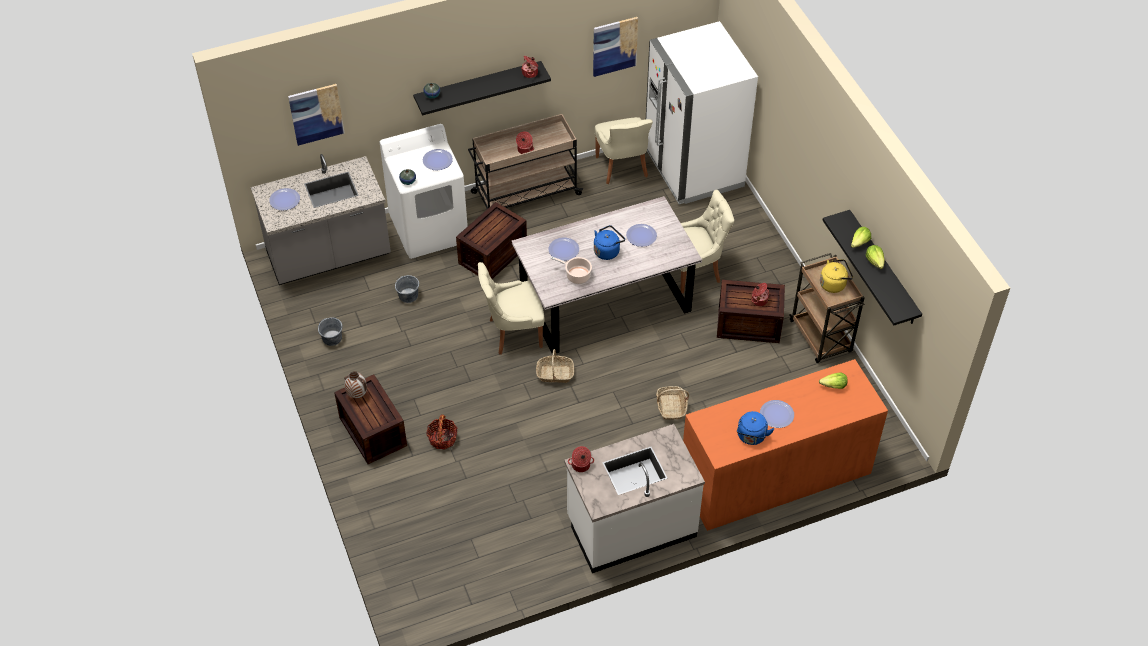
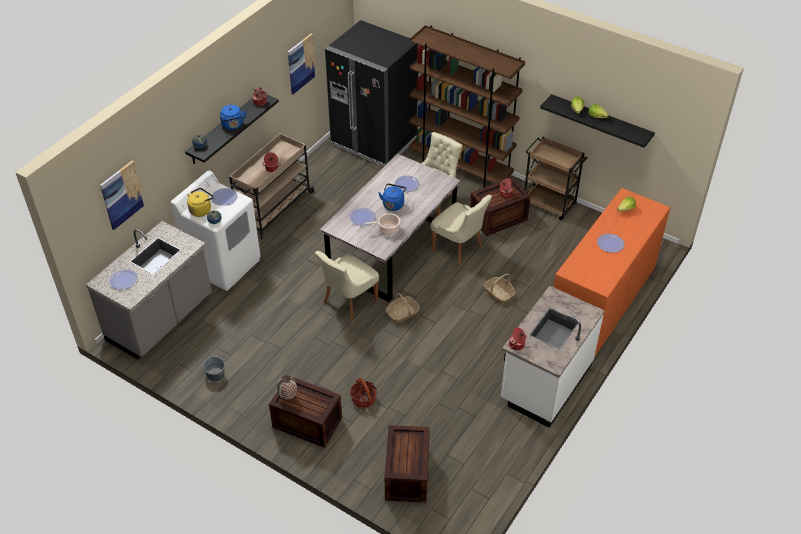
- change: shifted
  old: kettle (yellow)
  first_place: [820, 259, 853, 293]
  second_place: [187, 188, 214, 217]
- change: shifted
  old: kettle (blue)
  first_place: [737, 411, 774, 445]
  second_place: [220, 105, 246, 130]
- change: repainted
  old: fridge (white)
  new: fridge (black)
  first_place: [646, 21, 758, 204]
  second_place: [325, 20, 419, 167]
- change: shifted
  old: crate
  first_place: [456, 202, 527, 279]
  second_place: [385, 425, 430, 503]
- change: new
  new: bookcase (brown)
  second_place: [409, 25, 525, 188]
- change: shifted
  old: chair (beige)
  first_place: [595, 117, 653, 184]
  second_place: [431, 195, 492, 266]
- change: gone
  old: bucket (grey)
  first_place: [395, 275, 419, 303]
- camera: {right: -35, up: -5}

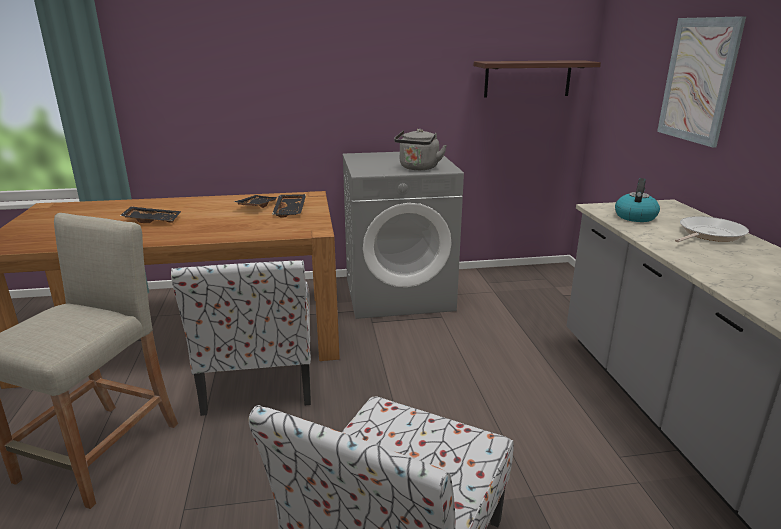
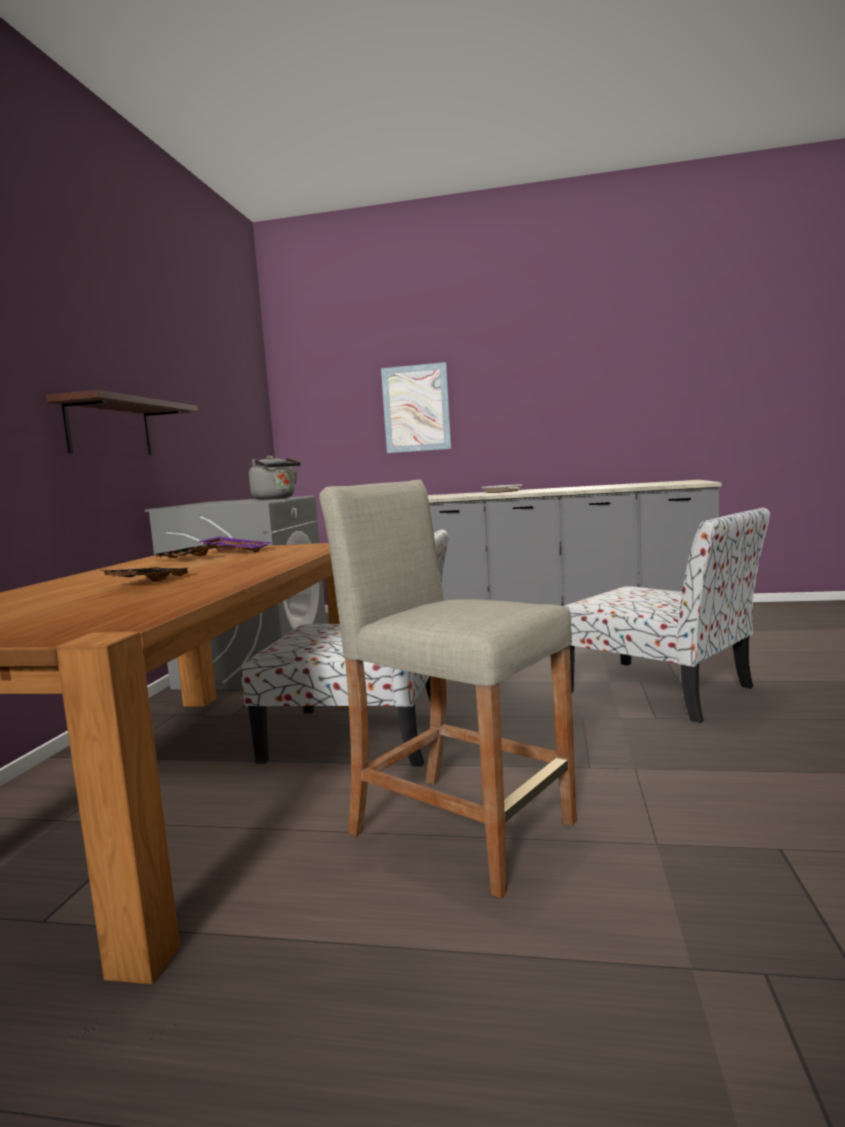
- change: shifted
  old: shelf
  first_place: [474, 60, 601, 98]
  second_place: [46, 390, 198, 455]
- change: repainted
  old: tray (black)
  new: tray (purple)
  first_place: [272, 194, 306, 217]
  second_place: [197, 537, 273, 553]
- change: gone
  old: kettle
  first_place: [615, 178, 660, 222]
- camera: {right: -70, up: -15}

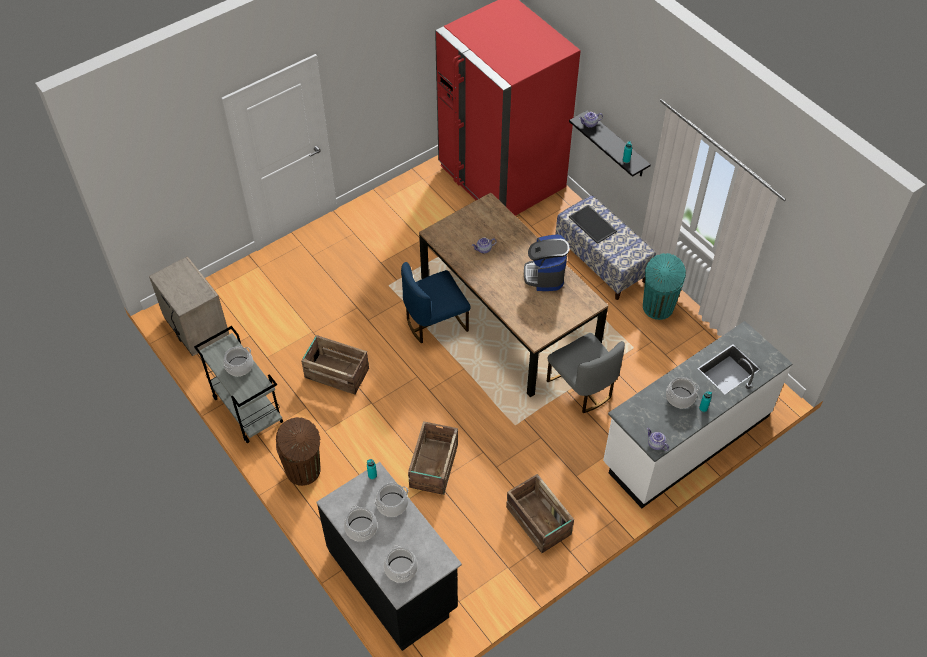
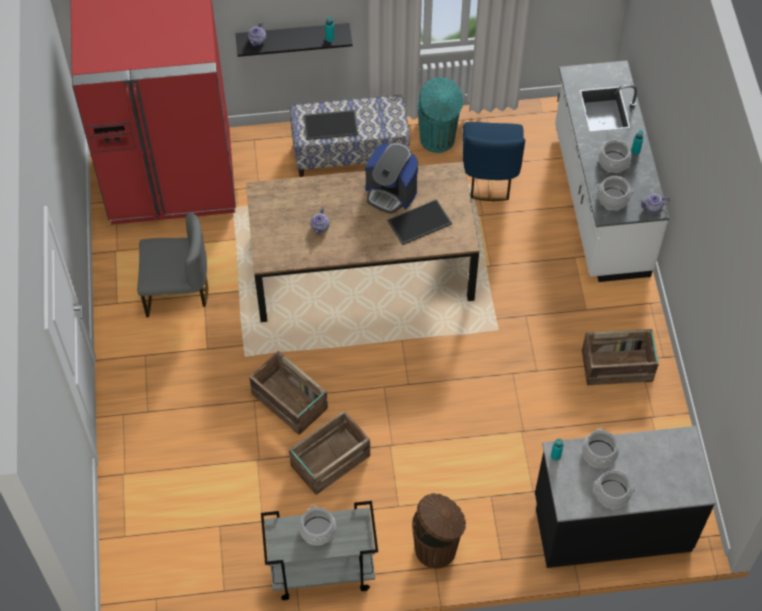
- change: shifted
  old: chair (grey)
  first_place: [547, 333, 625, 413]
  second_place: [137, 212, 208, 317]
- change: shifted
  old: crate
  first_place: [408, 421, 458, 495]
  second_place: [249, 351, 328, 435]
- change: new
  new: tray
  second_place: [387, 199, 452, 245]
- change: shifted
  old: chair (blue)
  first_place: [401, 262, 470, 343]
  second_place: [463, 122, 525, 201]
- change: shifted
  old: cooking pot
  first_place: [384, 545, 418, 583]
  second_place: [597, 176, 634, 210]
- change: gone
  old: nightstand (beige)
  first_place: [149, 256, 229, 356]
- camera: {right: -60, up: 5}

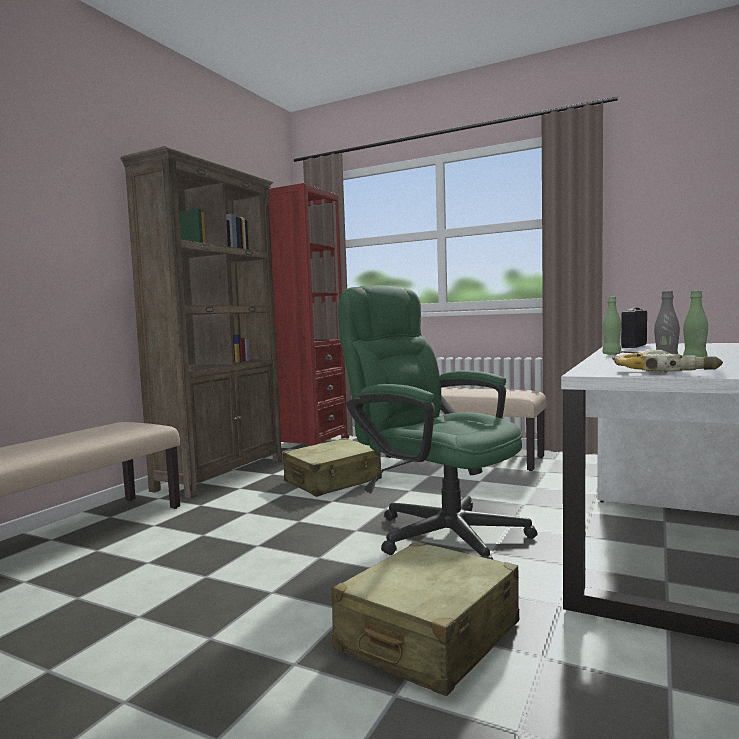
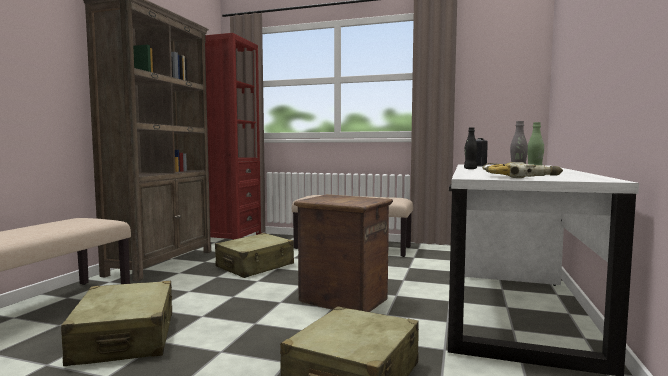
- change: new
  new: suitcase (beige)
  second_place: [61, 281, 172, 366]
- change: swapped
  old: office chair (green)
  new: crate
  first_place: [338, 285, 537, 560]
  second_place: [294, 194, 393, 312]
- change: repainted
  old: bottle (green)
  new: bottle (black)
  first_place: [602, 297, 621, 355]
  second_place: [464, 127, 478, 169]
- camera: {right: -10, up: 0}

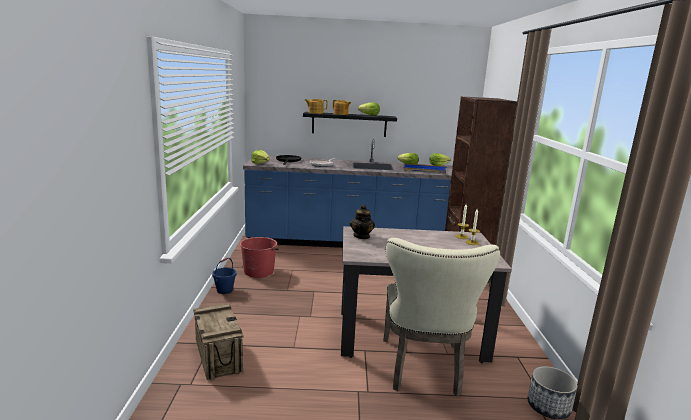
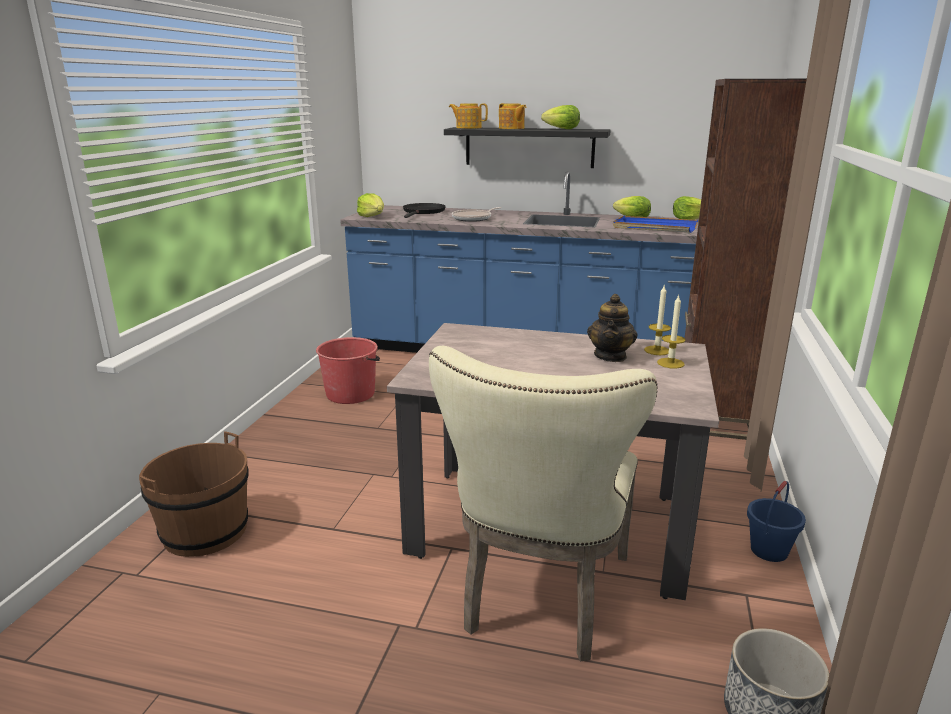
- change: swapped
  old: crate
  new: bucket (brown)
  first_place: [193, 303, 243, 380]
  second_place: [139, 431, 249, 557]
- change: shifted
  old: teapot
  first_place: [350, 204, 375, 239]
  second_place: [587, 294, 638, 362]
- change: shifted
  old: bucket (blue)
  first_place: [212, 258, 237, 294]
  second_place: [747, 481, 806, 562]
- camera: {right: 15, up: 5}

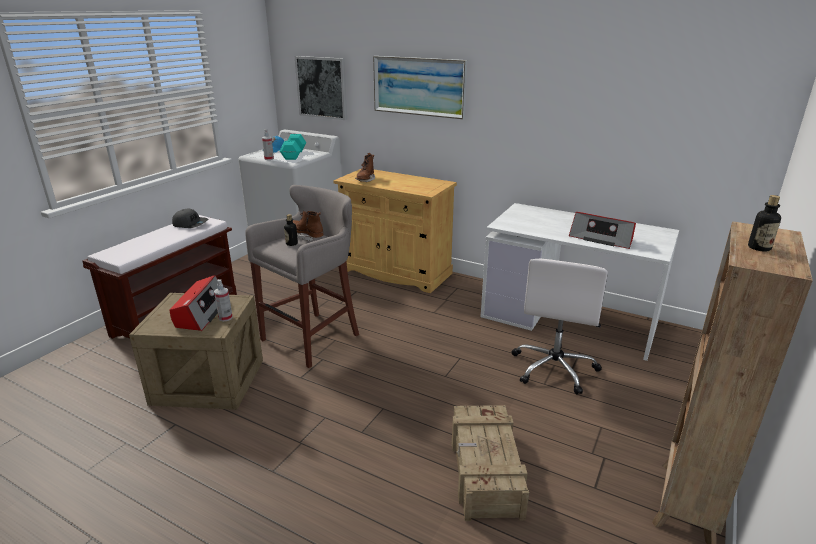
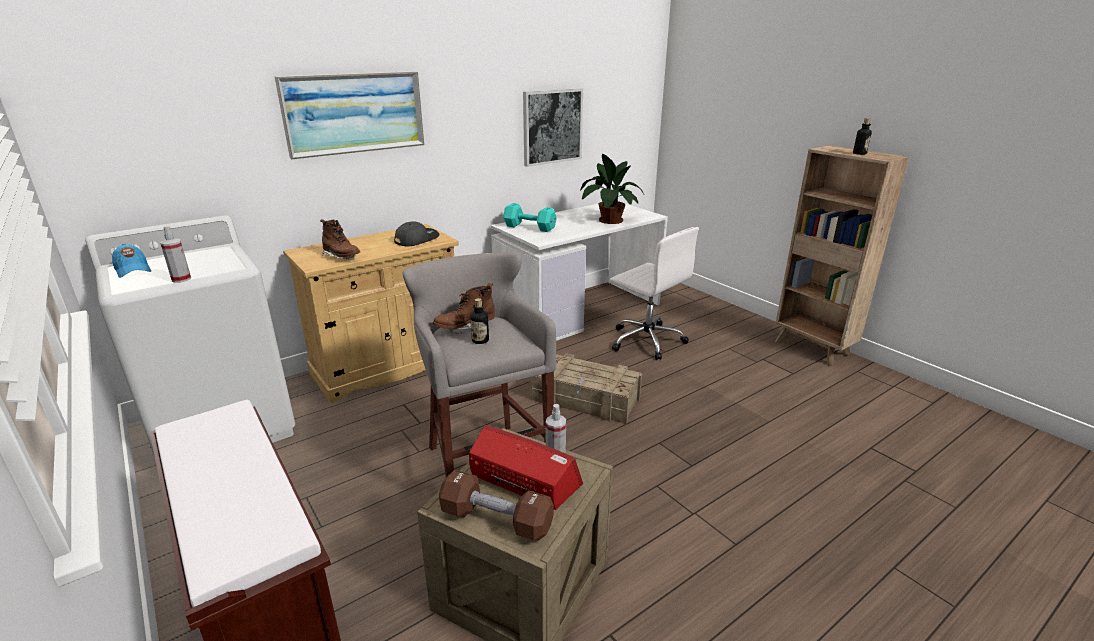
- change: shifted
  old: cap (grey)
  first_place: [172, 208, 208, 228]
  second_place: [394, 221, 440, 246]
- change: new
  new: dumbbell (brown)
  second_place: [439, 470, 554, 540]
- change: shifted
  old: dumbbell (turquoise)
  first_place: [280, 134, 306, 160]
  second_place: [503, 203, 557, 232]
- change: shifted
  old: picture
  first_place: [295, 56, 347, 120]
  second_place: [523, 88, 583, 167]
- change: shifted
  old: crate
  first_place: [452, 405, 529, 521]
  second_place: [530, 353, 642, 424]
- change: swapped
  old: radio
  new: potted plant
  first_place: [569, 212, 636, 249]
  second_place: [581, 154, 644, 224]
- camera: {right: -65, up: 0}

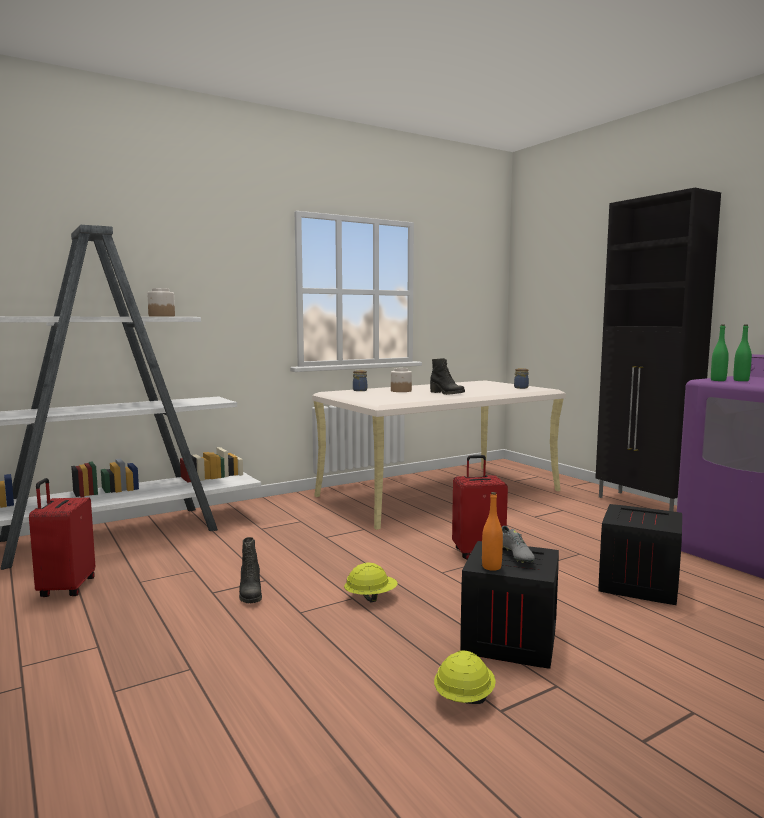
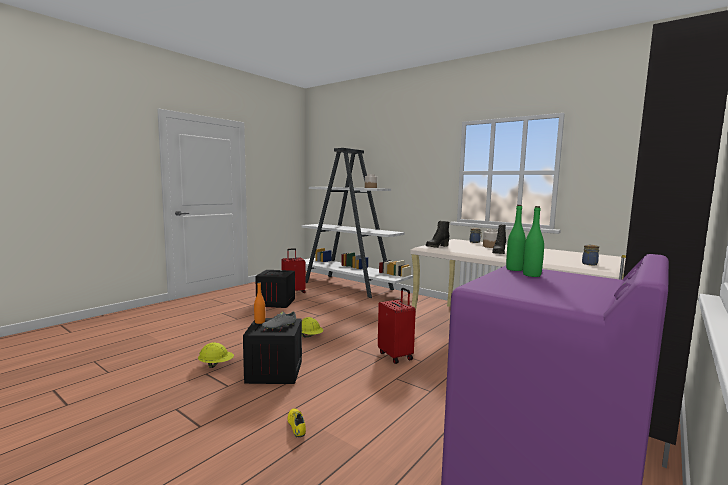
- change: shifted
  old: crate
  first_place: [598, 504, 682, 605]
  second_place: [256, 270, 295, 308]
- change: new
  new: shoe (yellow)
  second_place: [287, 408, 306, 438]
- change: shifted
  old: boot (black)
  first_place: [239, 537, 262, 604]
  second_place: [426, 221, 449, 248]
- camera: {right: 70, up: 0}

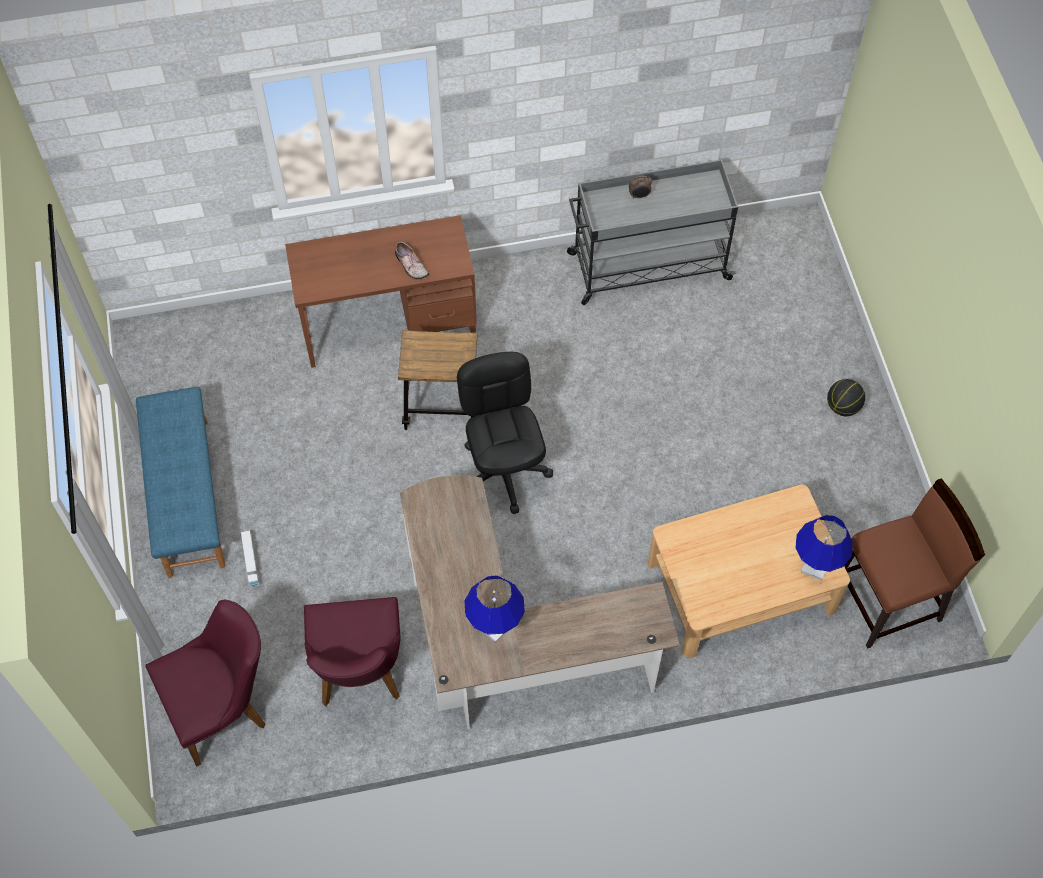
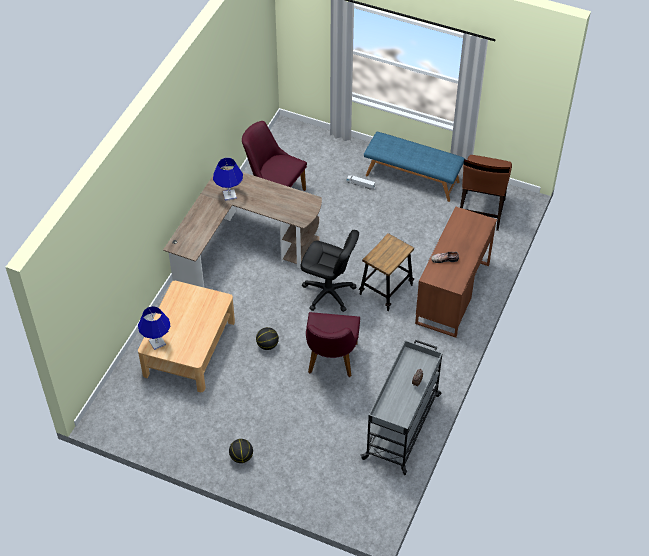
- change: new
  new: basketball
  second_place: [256, 327, 279, 350]
- change: shifted
  old: chair (purple)
  first_place: [145, 600, 265, 767]
  second_place: [306, 312, 360, 377]
- change: shifted
  old: chair (brown)
  first_place: [845, 478, 985, 649]
  second_place: [460, 155, 512, 231]
- camera: {right: 125, up: -10}

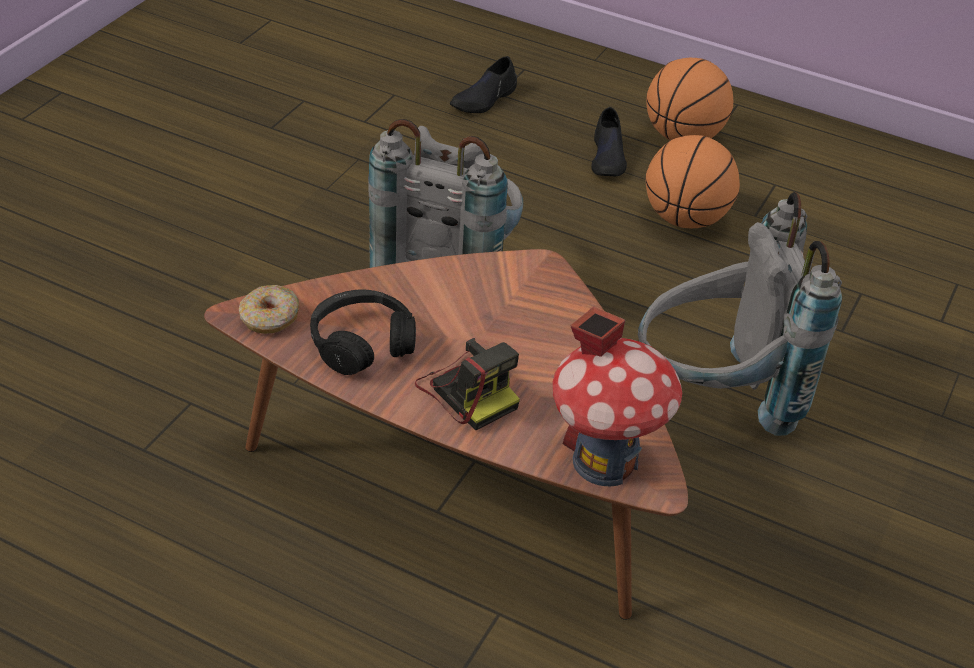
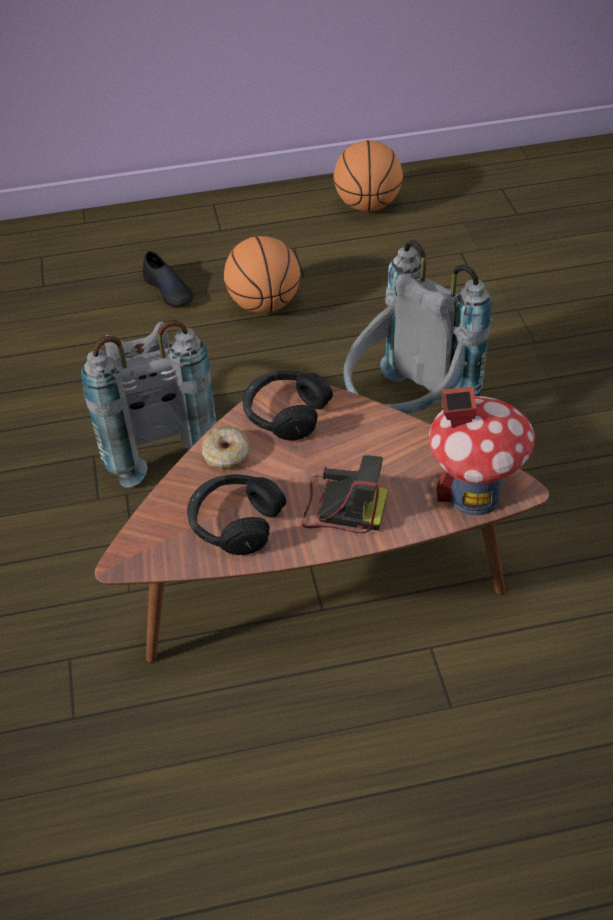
- change: shifted
  old: donut
  first_place: [239, 285, 300, 334]
  second_place: [202, 426, 249, 470]
- change: new
  new: headphones (black)
  second_place: [242, 371, 333, 440]
- change: shifted
  old: basketball
  first_place: [646, 58, 733, 140]
  second_place: [333, 140, 403, 212]
- change: gone
  old: shoe (black)
  first_place: [450, 56, 517, 113]
- camera: {right: -35, up: 5}

